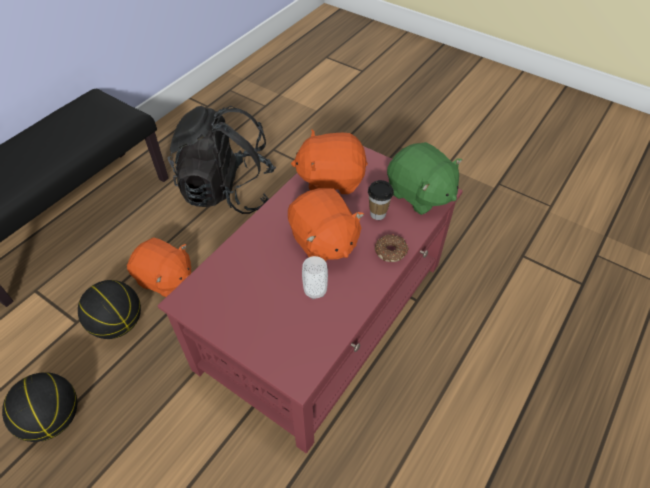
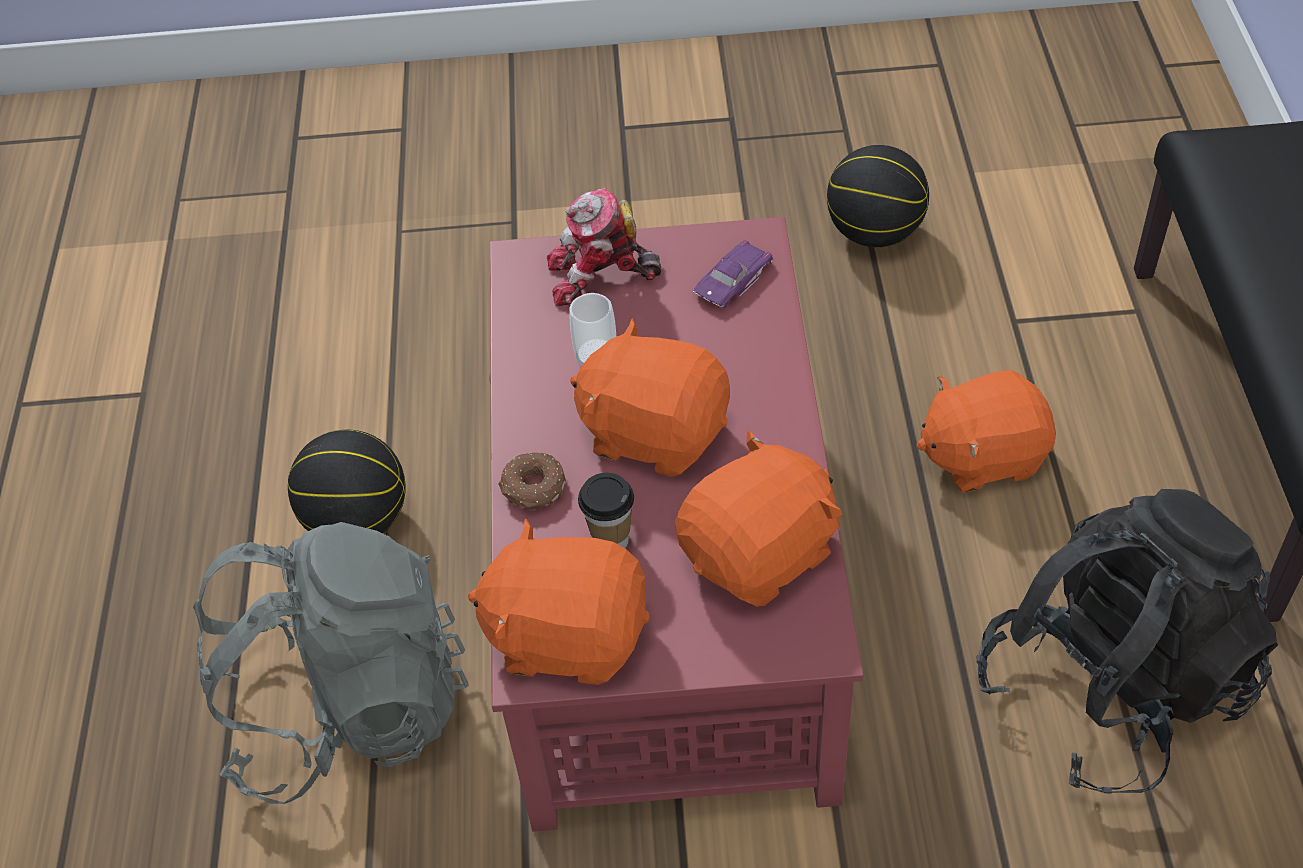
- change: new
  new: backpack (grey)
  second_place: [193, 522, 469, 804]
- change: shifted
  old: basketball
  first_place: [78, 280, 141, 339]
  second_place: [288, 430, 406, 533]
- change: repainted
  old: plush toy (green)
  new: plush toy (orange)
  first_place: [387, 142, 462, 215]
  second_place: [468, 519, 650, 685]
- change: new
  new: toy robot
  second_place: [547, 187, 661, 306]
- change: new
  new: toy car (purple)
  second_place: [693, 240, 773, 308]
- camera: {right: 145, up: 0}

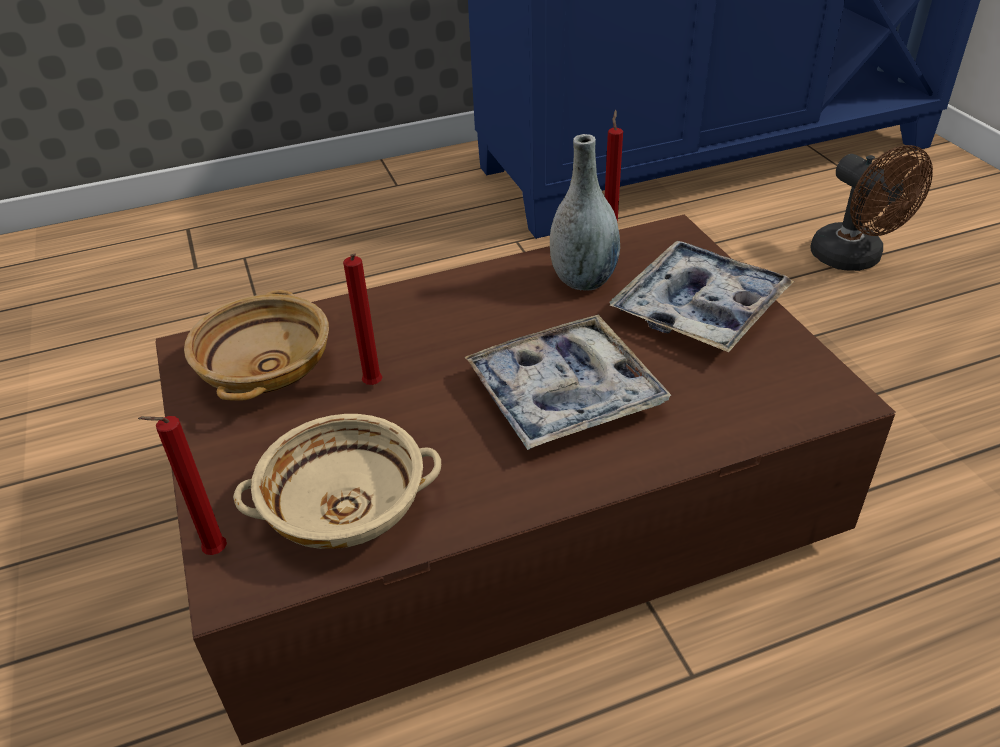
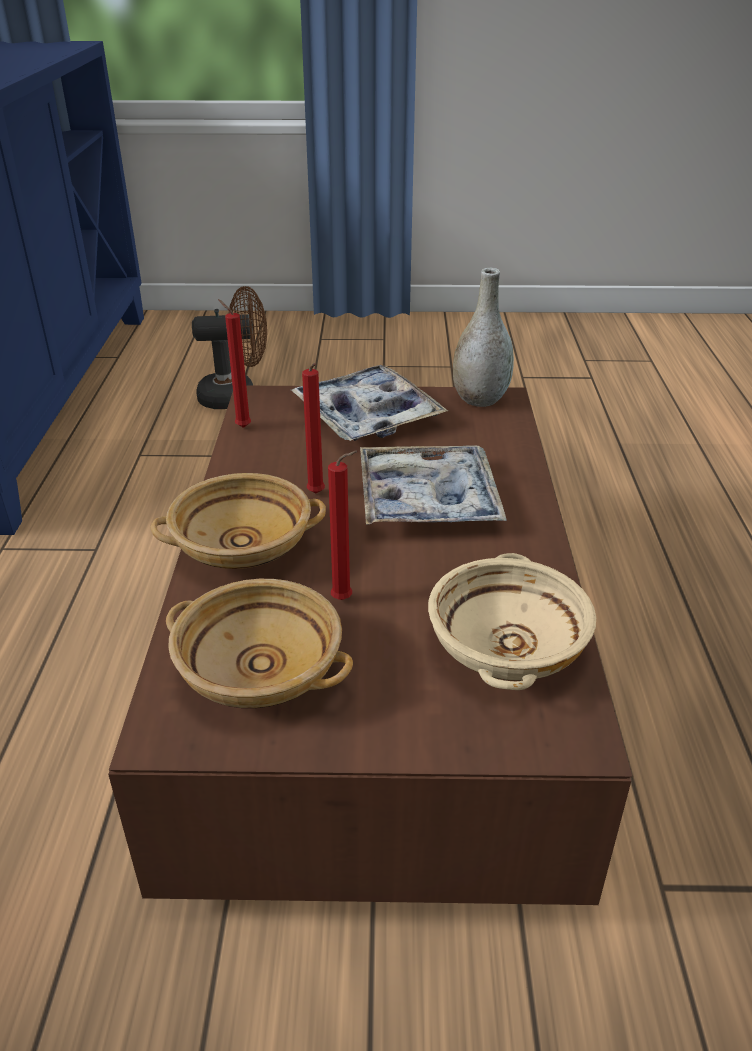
- change: new
  new: bowl (beige)
  second_place: [150, 473, 326, 569]
- change: shifted
  old: candle (red)
  first_place: [138, 416, 227, 555]
  second_place: [302, 363, 325, 493]
- change: shifted
  old: vase (grey)
  first_place: [550, 134, 620, 291]
  second_place: [453, 268, 514, 407]
- camera: {right: -70, up: -5}

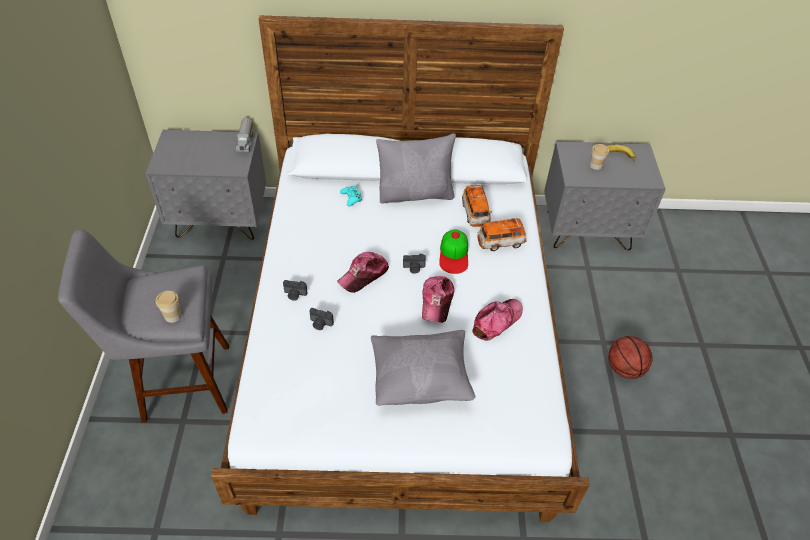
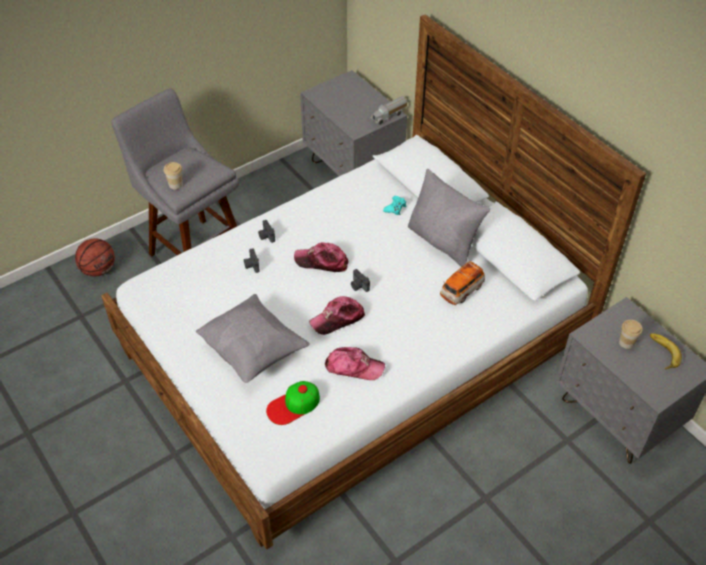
- change: shifted
  old: basketball
  first_place: [608, 336, 652, 379]
  second_place: [75, 238, 115, 277]
- change: shifted
  old: cap
  first_place: [439, 230, 468, 274]
  second_place: [266, 381, 320, 425]
- change: gone
  old: toy car
  first_place: [477, 218, 527, 251]
- camera: {right: 55, up: 0}

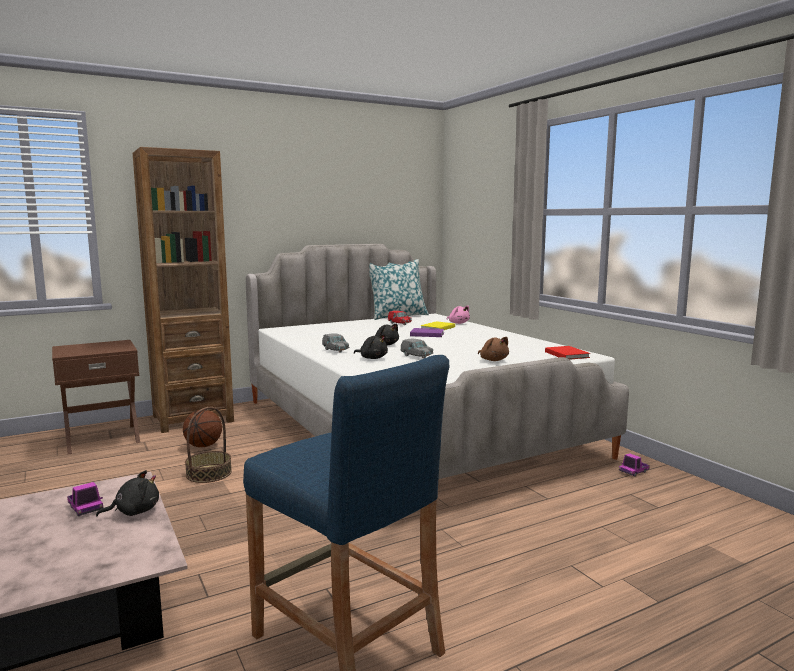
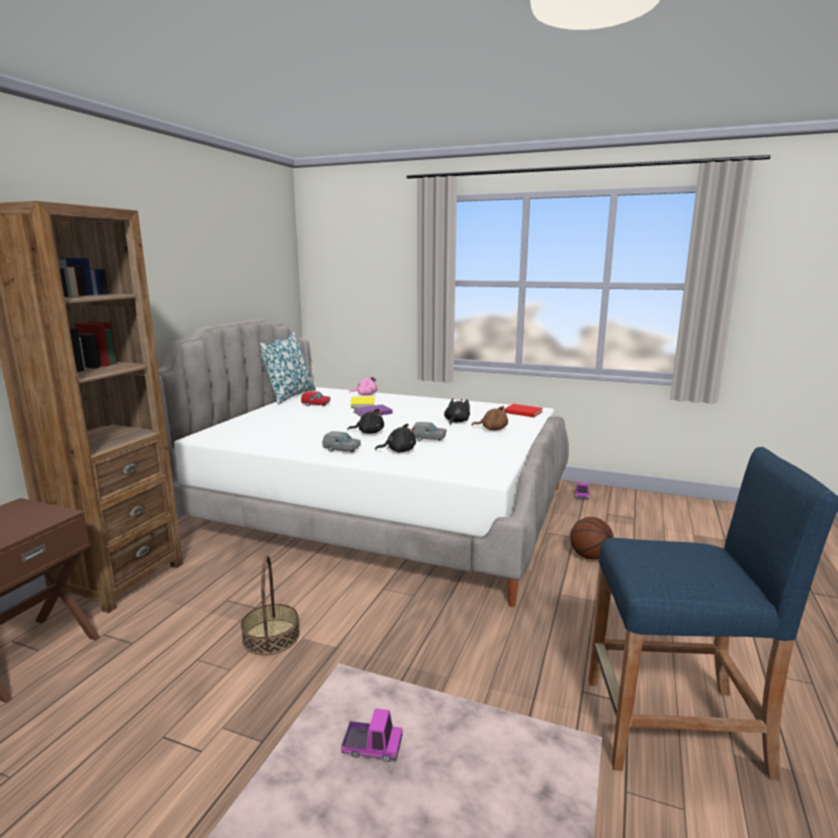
- change: shifted
  old: plush toy (black)
  first_place: [96, 470, 159, 516]
  second_place: [444, 398, 470, 425]
- change: shifted
  old: basketball
  first_place: [183, 410, 222, 447]
  second_place: [570, 517, 614, 560]
- camera: {right: -40, up: 5}

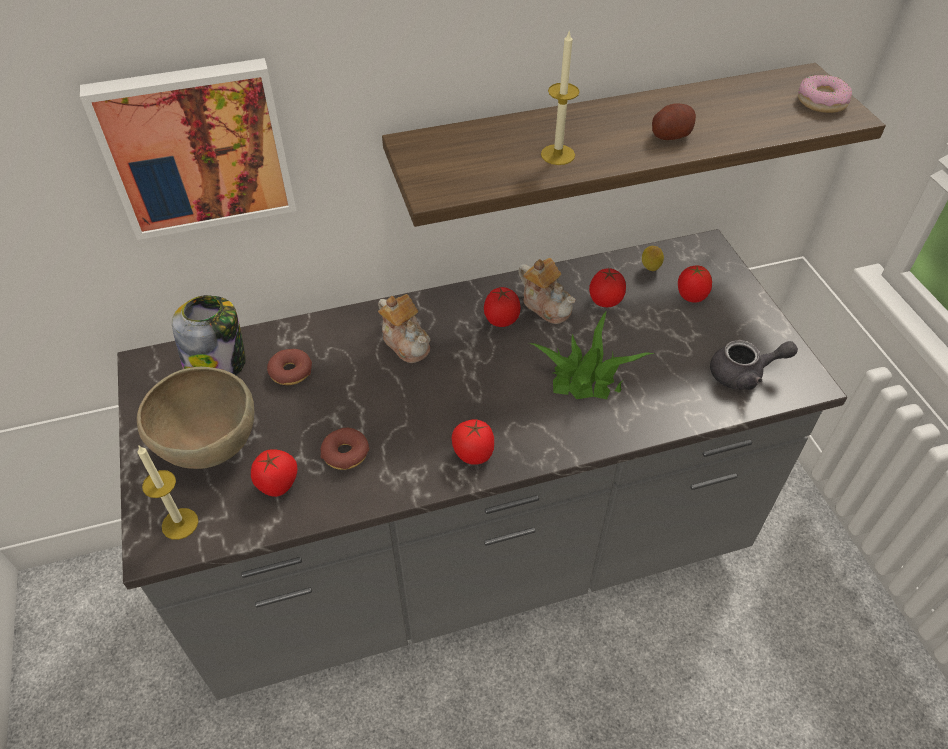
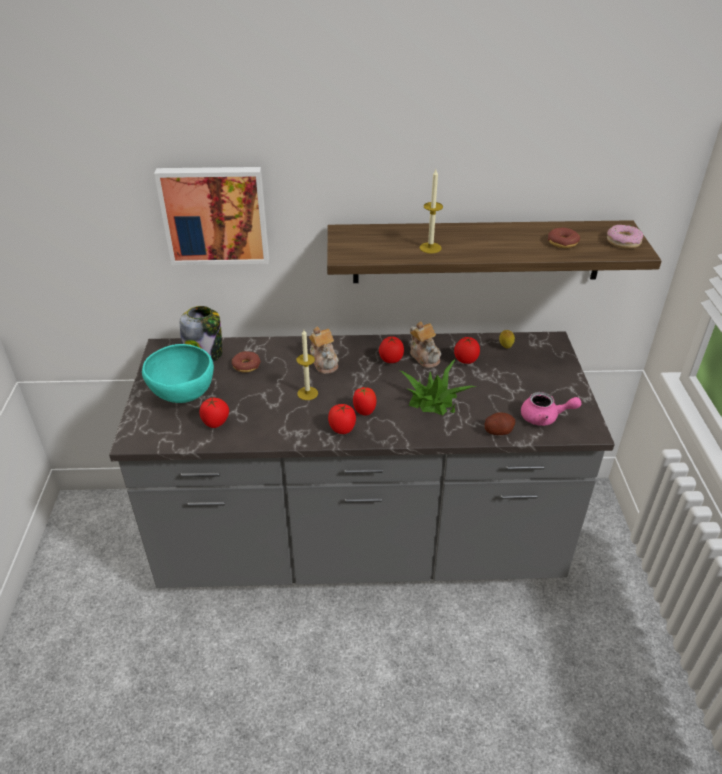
- change: repainted
  old: bowl (brown)
  new: bowl (turquoise)
  first_place: [137, 367, 254, 469]
  second_place: [142, 344, 214, 403]
- change: shifted
  old: candle
  first_place: [137, 445, 199, 540]
  second_place: [297, 330, 318, 400]
- change: shifted
  old: tomato
  first_place: [678, 266, 712, 303]
  second_place: [353, 387, 377, 416]
- change: shifted
  old: potato
  first_place: [652, 103, 696, 140]
  second_place: [485, 413, 515, 435]
- change: repainted
  old: teapot (grey)
  new: teapot (pink)
  first_place: [710, 340, 798, 390]
  second_place: [521, 392, 582, 426]
- change: shifted
  old: donut
  first_place: [321, 428, 369, 470]
  second_place: [548, 228, 580, 248]
- camera: {right: 15, up: -10}

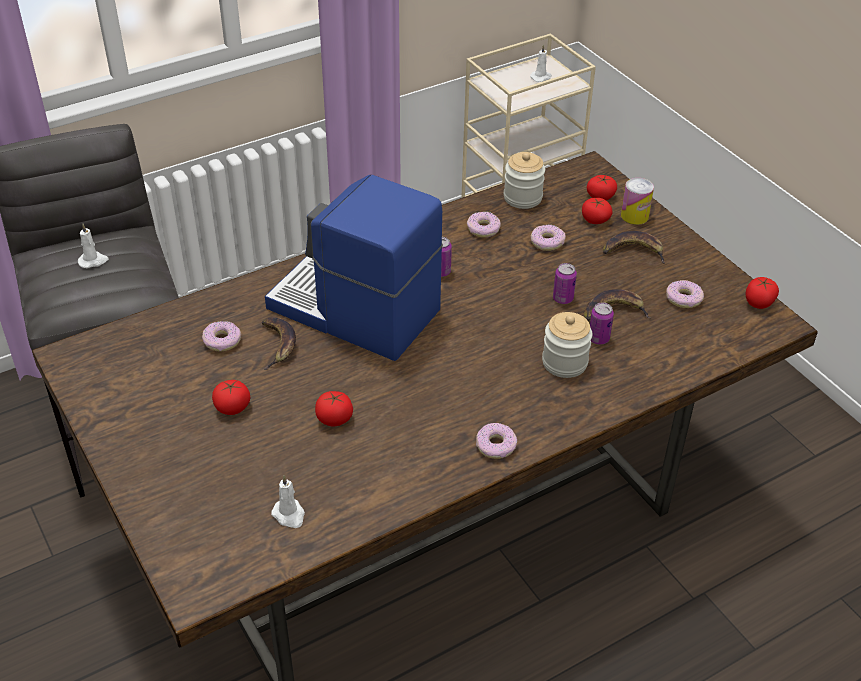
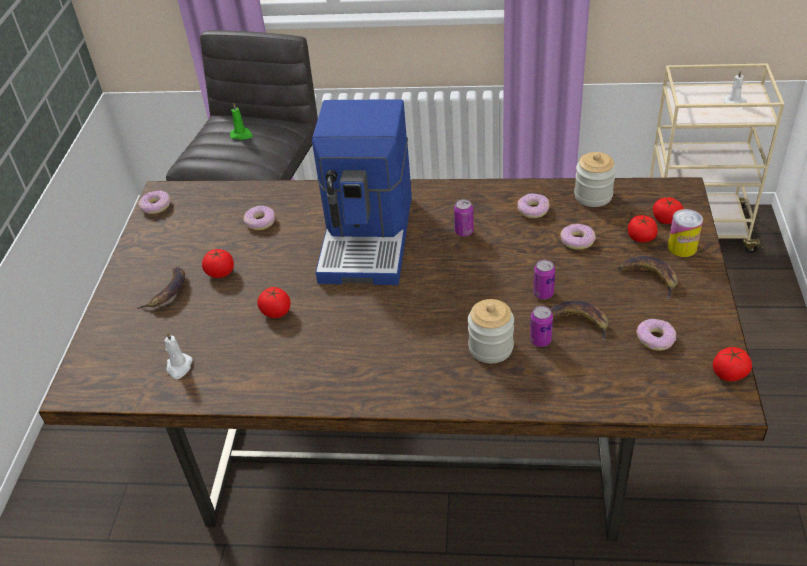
- change: shifted
  old: banana
  first_place: [262, 317, 296, 370]
  second_place: [137, 267, 185, 309]
- change: shifted
  old: donut
  first_place: [476, 423, 517, 459]
  second_place: [138, 191, 170, 214]
- change: repainted
  old: candle (white)
  new: candle (green)
  first_place: [78, 224, 109, 268]
  second_place: [230, 103, 253, 140]
- change: rotated
  old: coffee machine
  first_place: [265, 175, 443, 361]
  second_place: [312, 99, 412, 285]
  degrees: -150
- camera: {right: 40, up: 0}

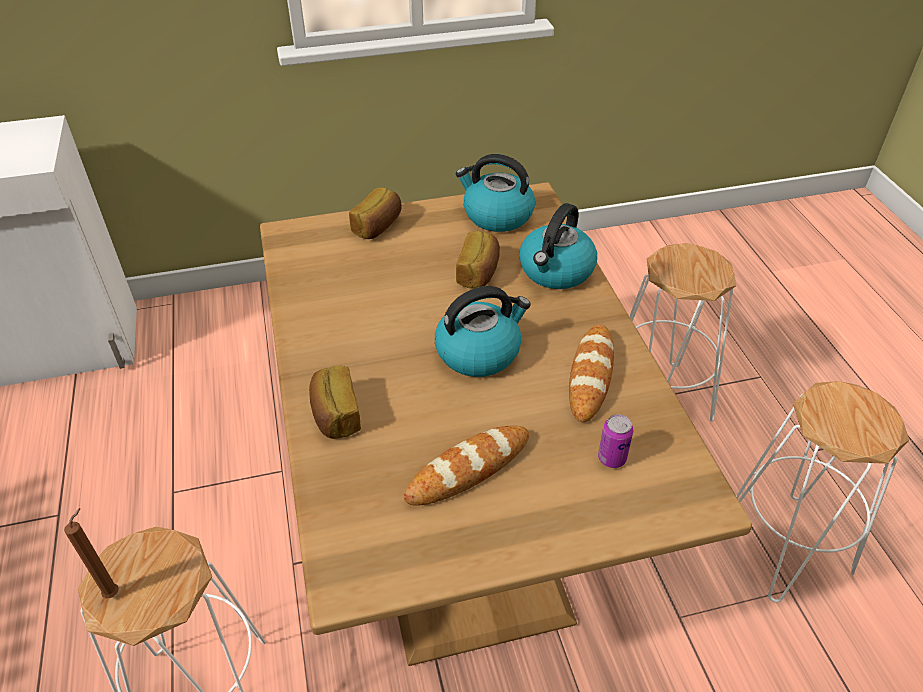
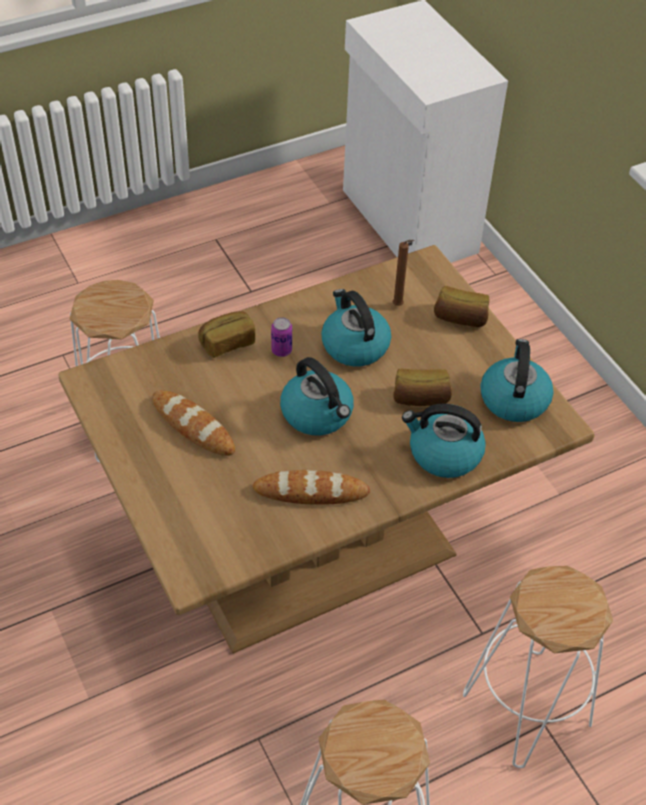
- change: shifted
  old: can
  first_place: [598, 414, 633, 468]
  second_place: [271, 317, 292, 357]
- change: new
  new: kettle
  second_place: [321, 289, 391, 367]
- change: shifted
  old: candle (brown)
  first_place: [64, 508, 119, 598]
  second_place: [393, 240, 414, 306]
- camera: {right: 75, up: 5}

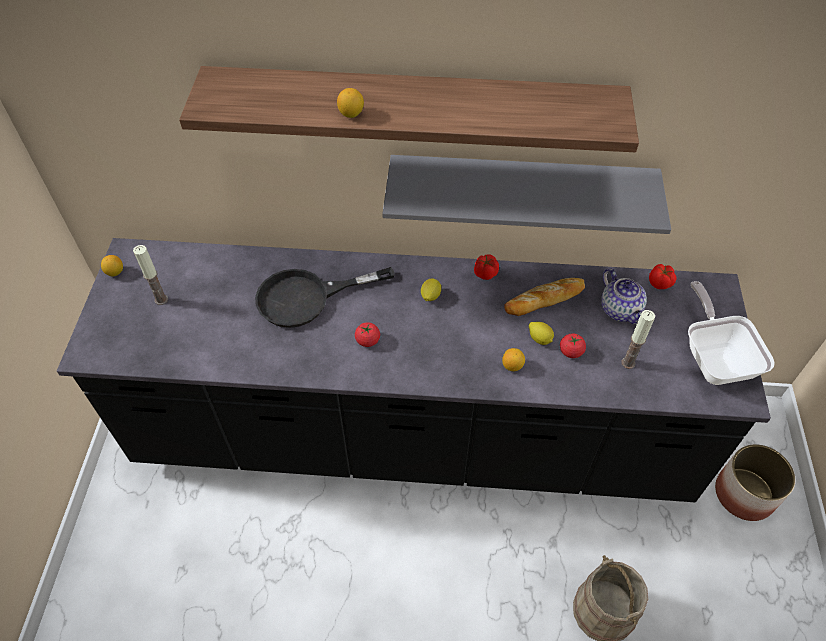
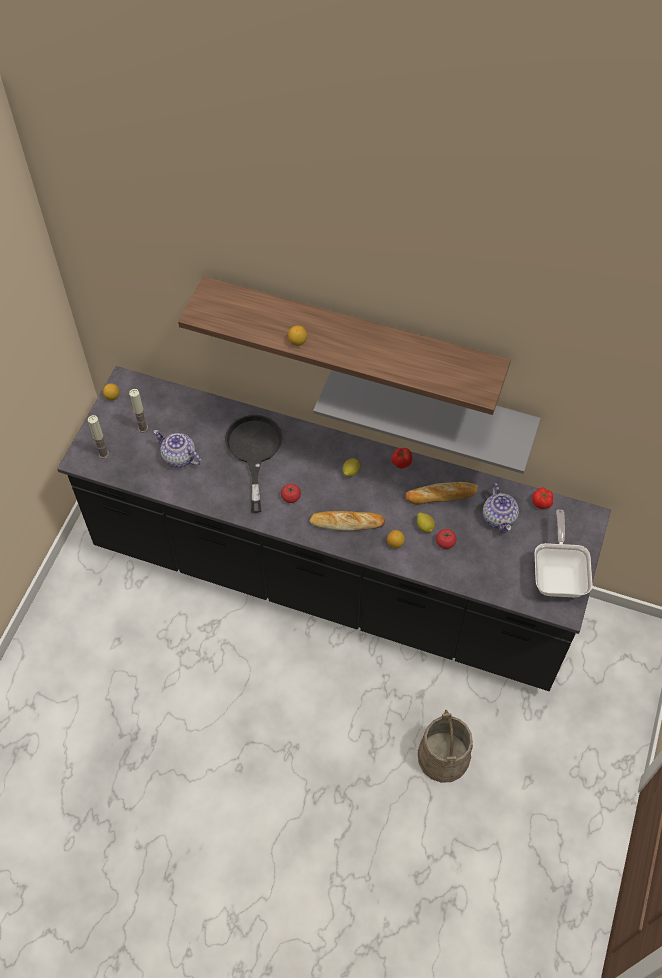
- change: shifted
  old: candle
  first_place: [621, 310, 655, 369]
  second_place: [88, 415, 109, 458]
- change: new
  new: teapot
  second_place: [153, 430, 201, 468]
- change: rotated
  old: frying pan (black)
  first_place: [255, 267, 395, 328]
  second_place: [225, 415, 283, 513]
  degrees: 90
- change: new
  new: bread
  second_place: [309, 511, 385, 531]
- change: gone
  old: planter
  first_place: [715, 444, 795, 521]
- camera: {right: 15, up: 5}

